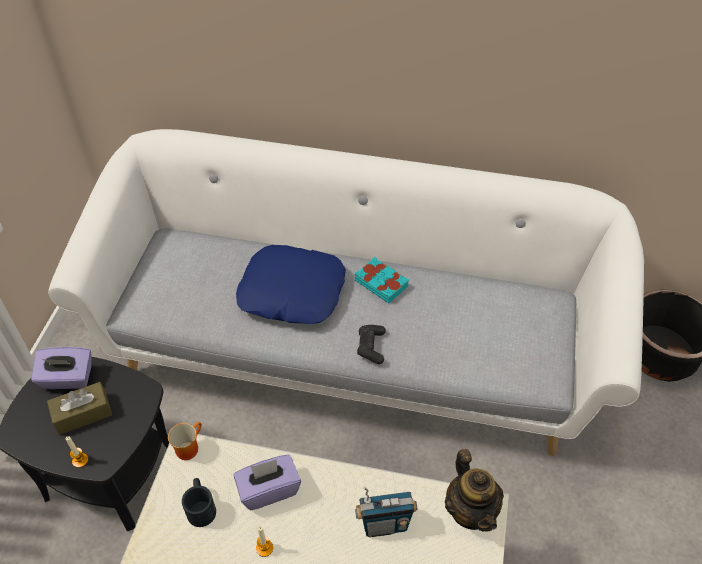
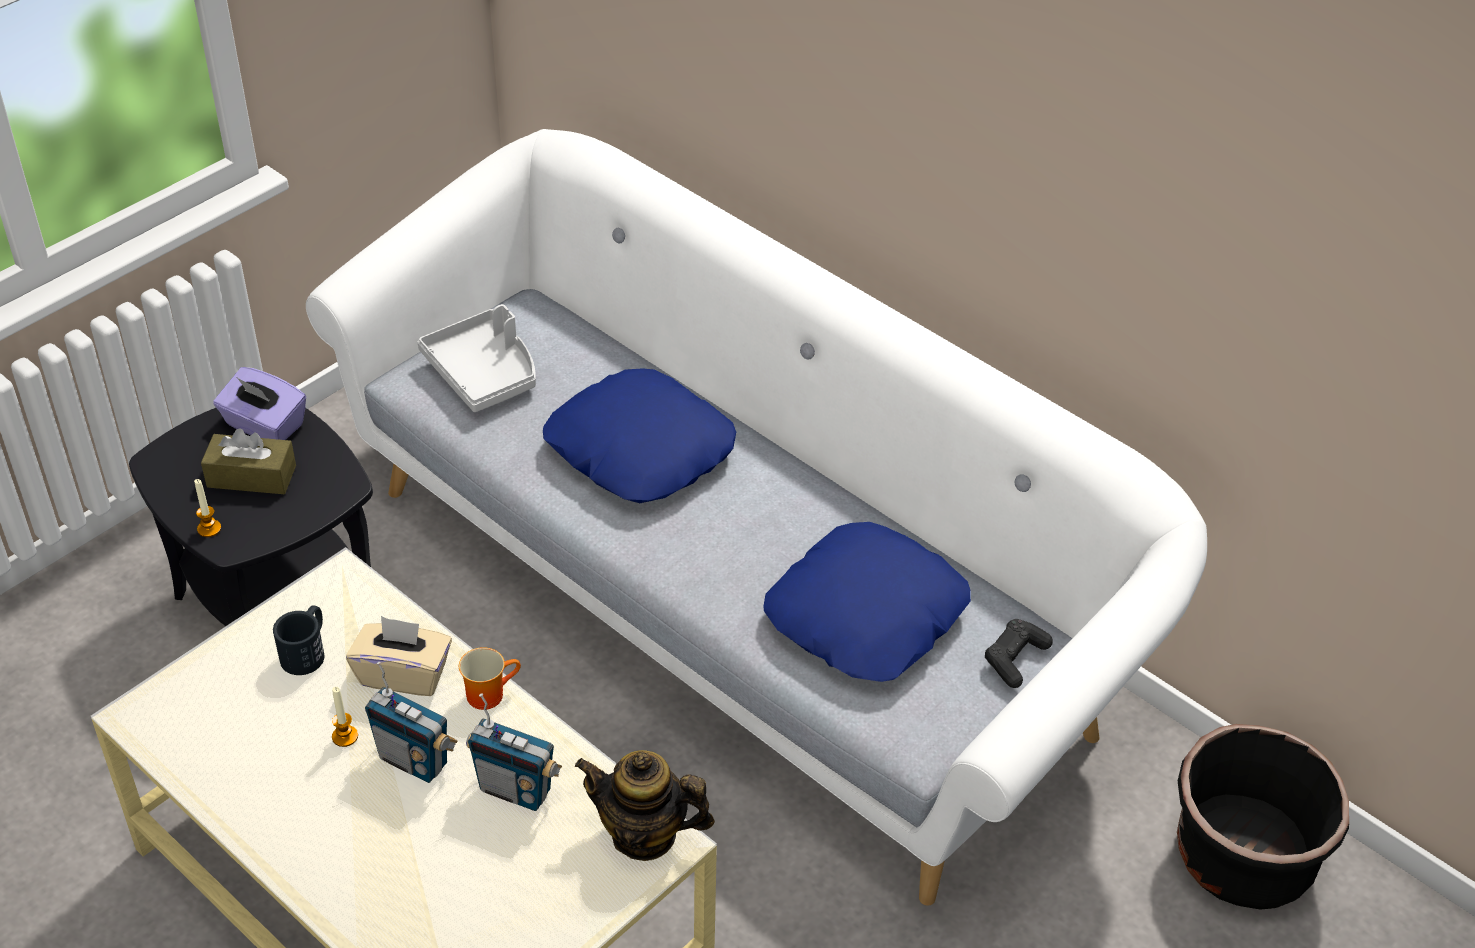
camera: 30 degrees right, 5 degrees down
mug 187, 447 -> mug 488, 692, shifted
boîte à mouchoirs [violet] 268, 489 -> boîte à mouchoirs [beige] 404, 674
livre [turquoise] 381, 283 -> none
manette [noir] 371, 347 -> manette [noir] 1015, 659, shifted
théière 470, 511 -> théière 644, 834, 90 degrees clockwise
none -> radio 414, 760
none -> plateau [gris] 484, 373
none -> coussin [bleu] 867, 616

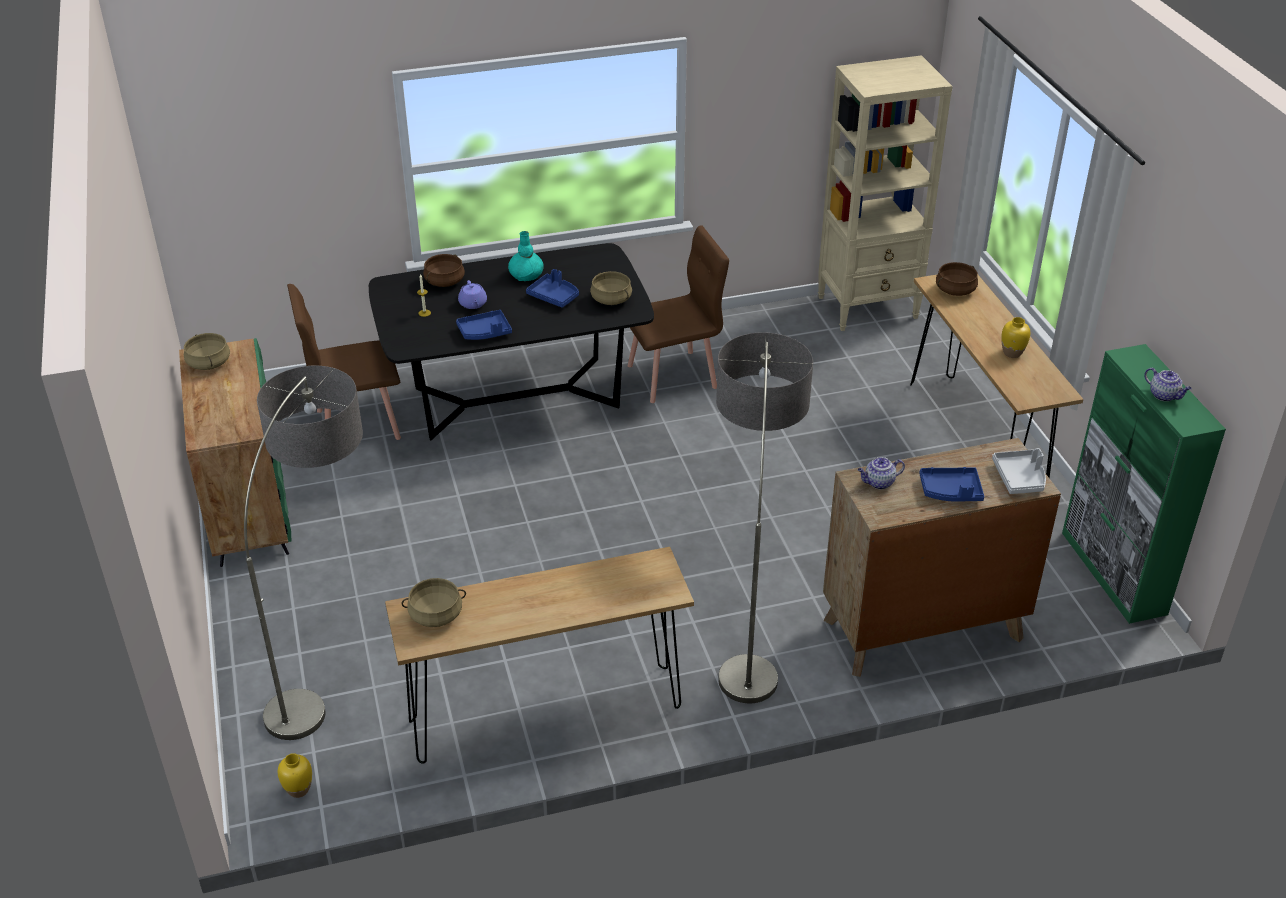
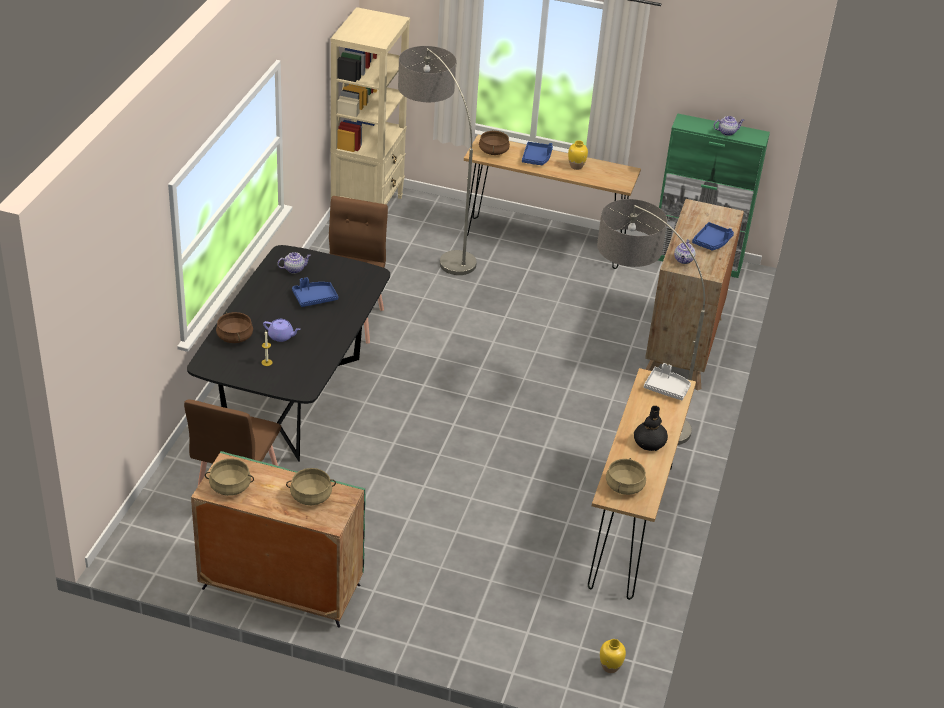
camera: 60 degrees left, 0 degrees up
lampadaire 332, 665 -> lampadaire 432, 242, shifted
plateau [bleu] 485, 332 -> plateau [bleu] 537, 158, shifted
vase [turquoise] 526, 274 -> none
marmite [beige] 611, 299 -> marmite [beige] 311, 496, shifted
plateau [gris] 1020, 478 -> plateau [gris] 666, 388, shifted
none -> théière 294, 269
none -> vase [noir] 649, 443

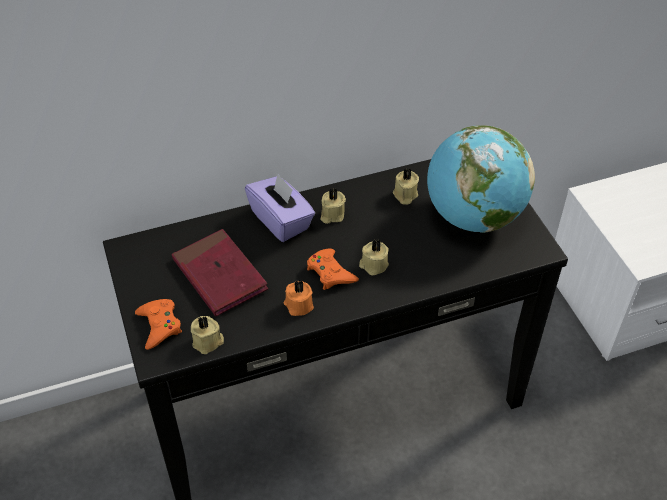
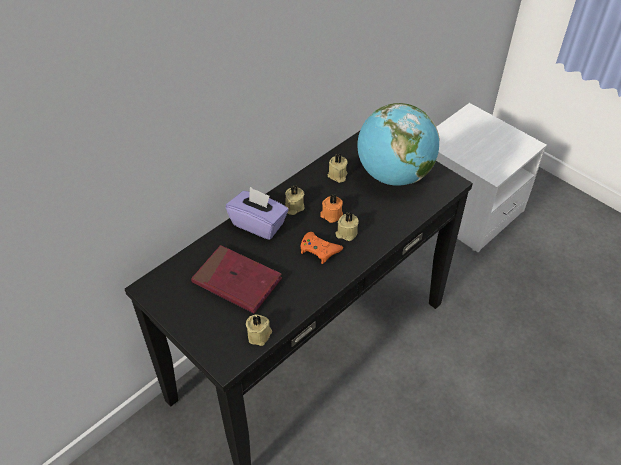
camera: 25 degrees left, 0 degrees up
manette [orange] 159, 326 -> none
bougie [orange] 298, 305 -> bougie [orange] 331, 215, shifted

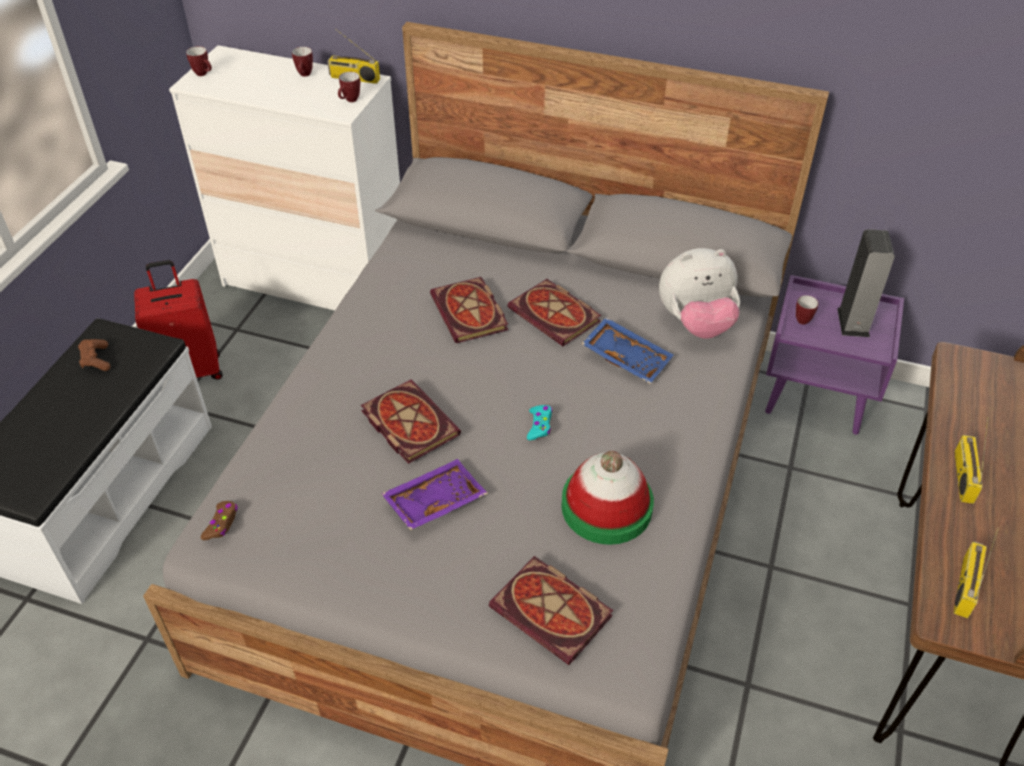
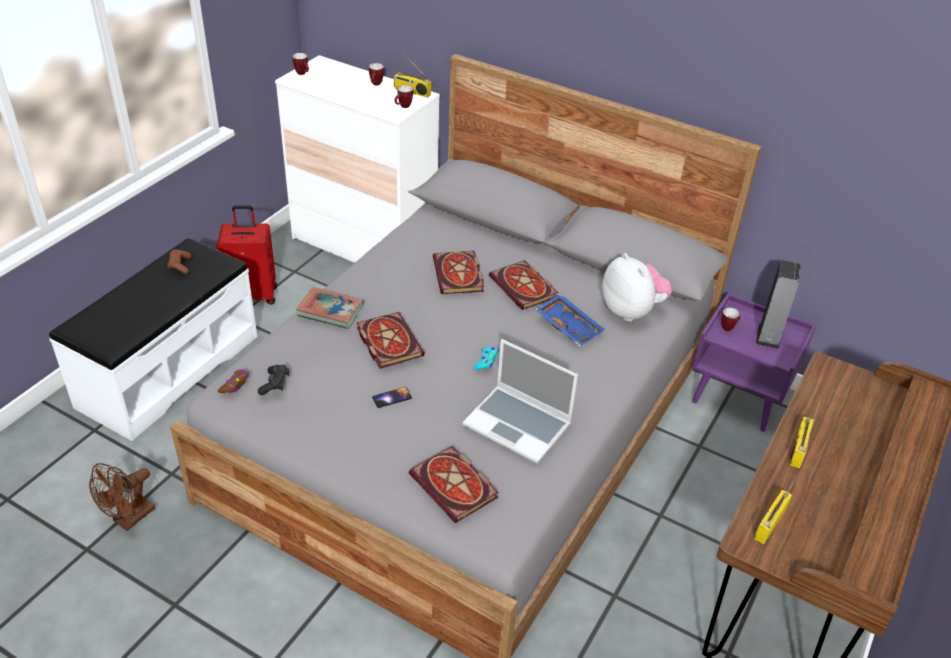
camera: 10 degrees right, 5 degrees down
plateau [violet] 434, 500 -> téléphone 392, 397
chapeau 606, 507 -> ordinateur portable 519, 425
peluche 696, 323 -> peluche 631, 311, 120 degrees counterclockwise
none -> ventilateur [marron] 129, 519
none -> manette [noir] 275, 384
none -> livre 330, 311

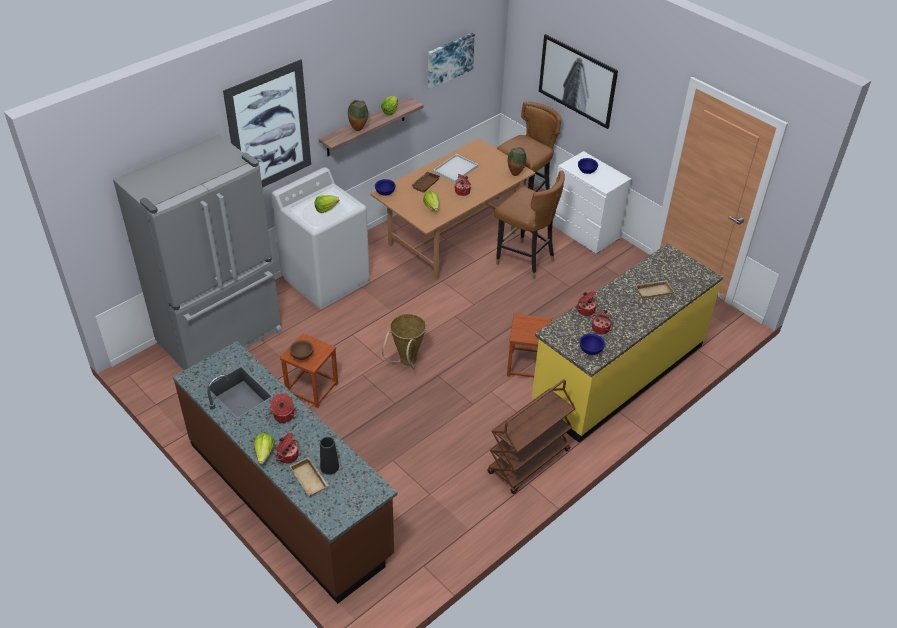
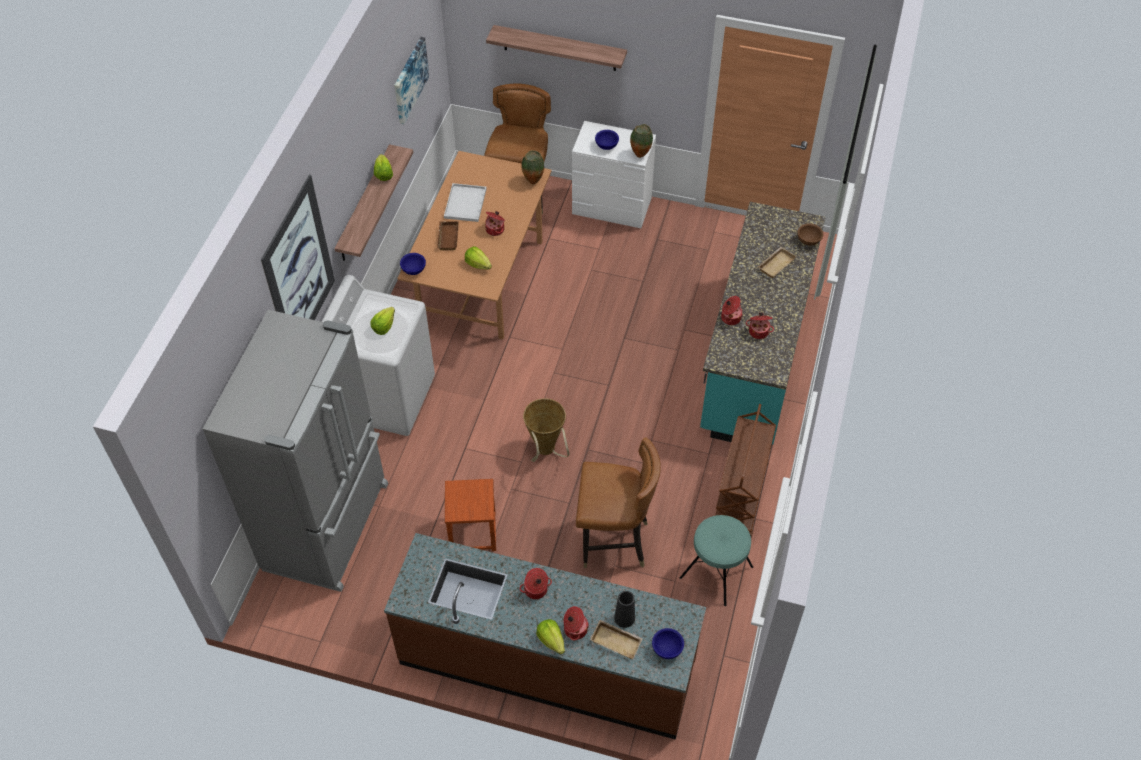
camera: 30 degrees left, 10 degrees up
bol [marron] 302, 356 -> bol [marron] 809, 241, shifted
vase 358, 129 -> vase 640, 155, shifted
chaise [marron] 524, 260 -> chaise [marron] 613, 542, shifted
tabouret [marron] 527, 365 -> none
comptoir de cuisine [jaune] 617, 373 -> comptoir de cuisine [turquoise] 754, 357
tableau 577, 81 -> étagère 559, 48
bol [bleu] 590, 350 -> bol [bleu] 666, 649, shifted
none -> tabouret [turquoise] 716, 572

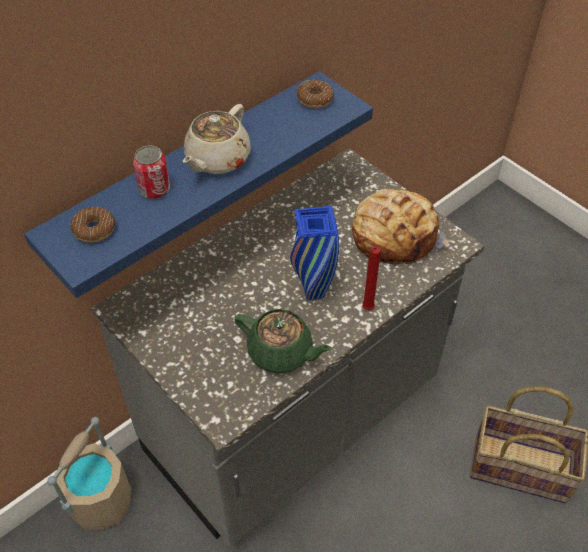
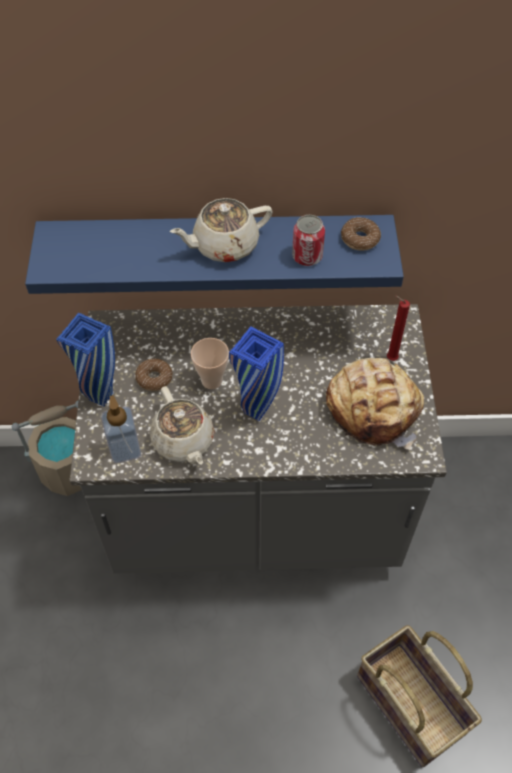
camera: 40 degrees right, 5 degrees up
beignet 94, 229 -> beignet 154, 378, shifted
boîte métallique 155, 189 -> boîte métallique 307, 256, shifted
théière [vert] 281, 352 -> théière [beige] 183, 441
bougie [rouge] 366, 309 -> bougie [rouge] 389, 358, shifted
none -> vase [bleu] 101, 396
none -> distributeur de savon 125, 449
none -> tasse 211, 380

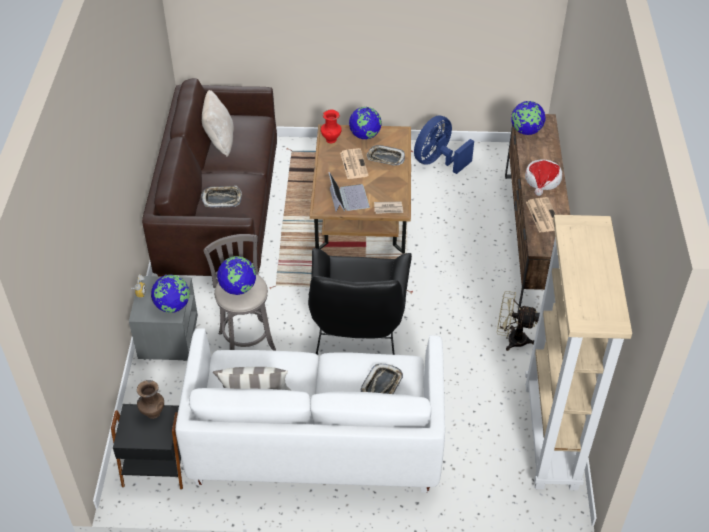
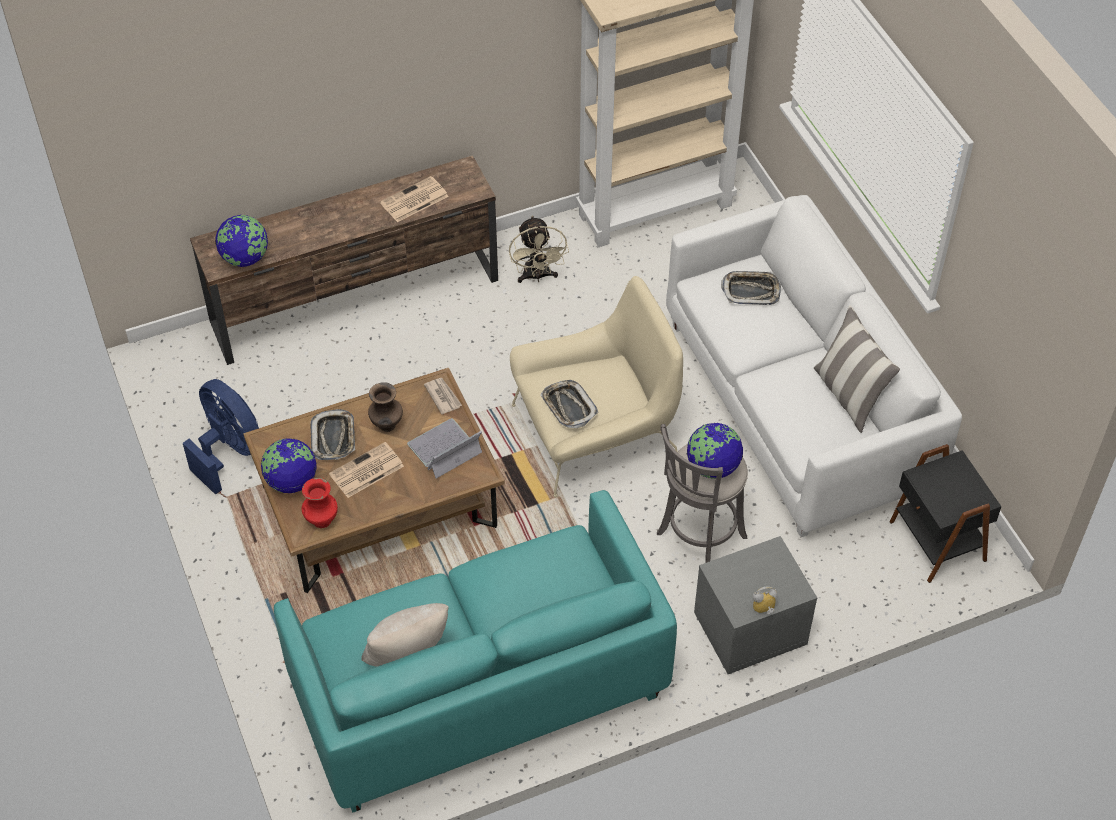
camera: 115 degrees left, 5 degrees up
vase [marron] 152, 413 -> vase [marron] 387, 425, shifted
canapé [marron] 219, 211 -> canapé [turquoise] 478, 687
globe 173, 306 -> none
plateau 222, 199 -> plateau 568, 407, shifted
fauteuil [noir] 358, 320 -> fauteuil [beige] 595, 431
ventilateur [bleu] 438, 161 -> ventilateur [bleu] 229, 451, 150 degrees counterclockwise
chapeau 542, 180 -> none

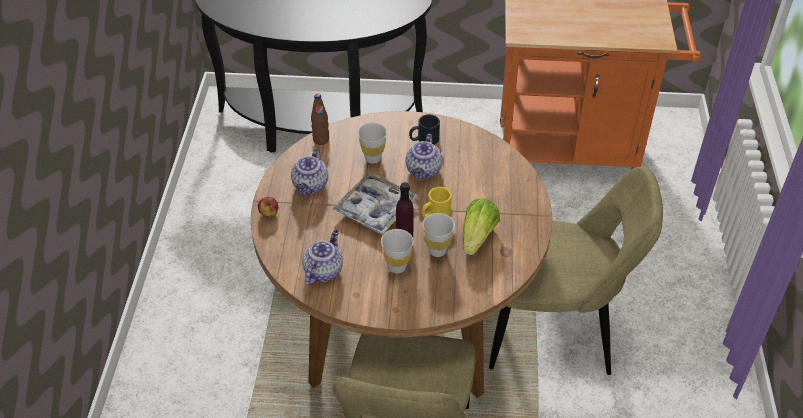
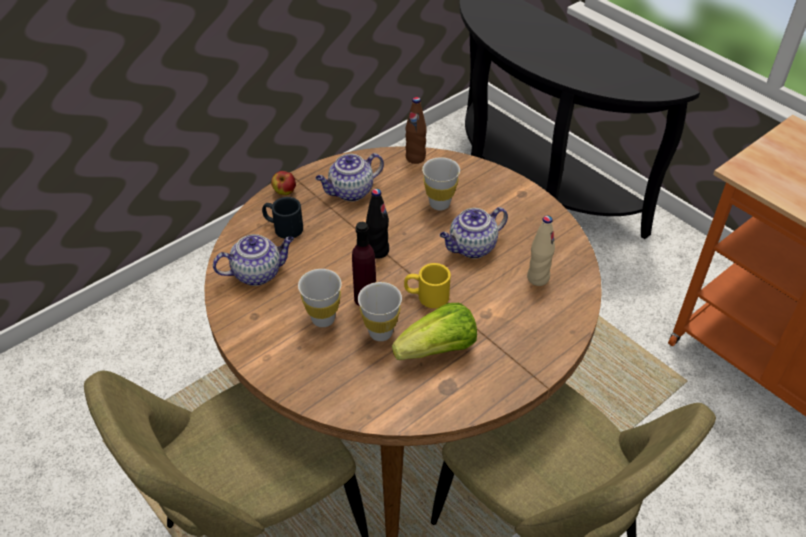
camera: 45 degrees right, 0 degrees up
plateau 375, 209 -> bouteille [noir] 378, 251
mug [noir] 424, 139 -> mug [noir] 283, 227, shifted
none -> bouteille [beige] 538, 278

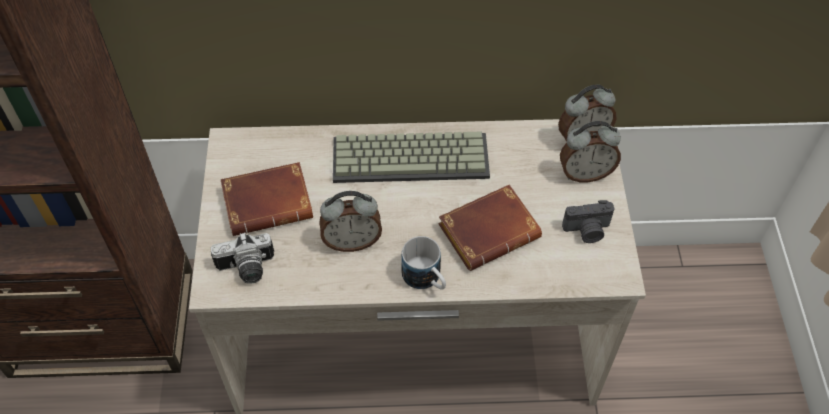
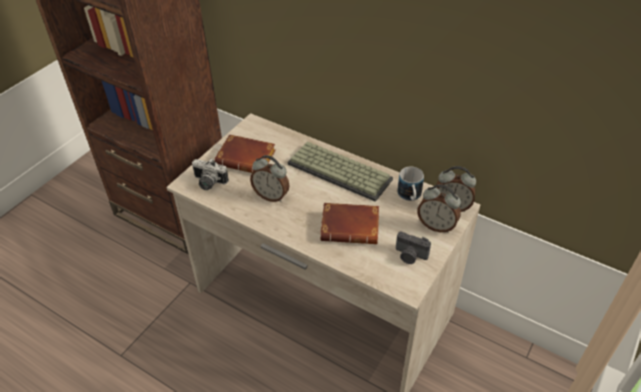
camera: 35 degrees right, 10 degrees down
mug 426, 280 -> mug 410, 197, shifted

